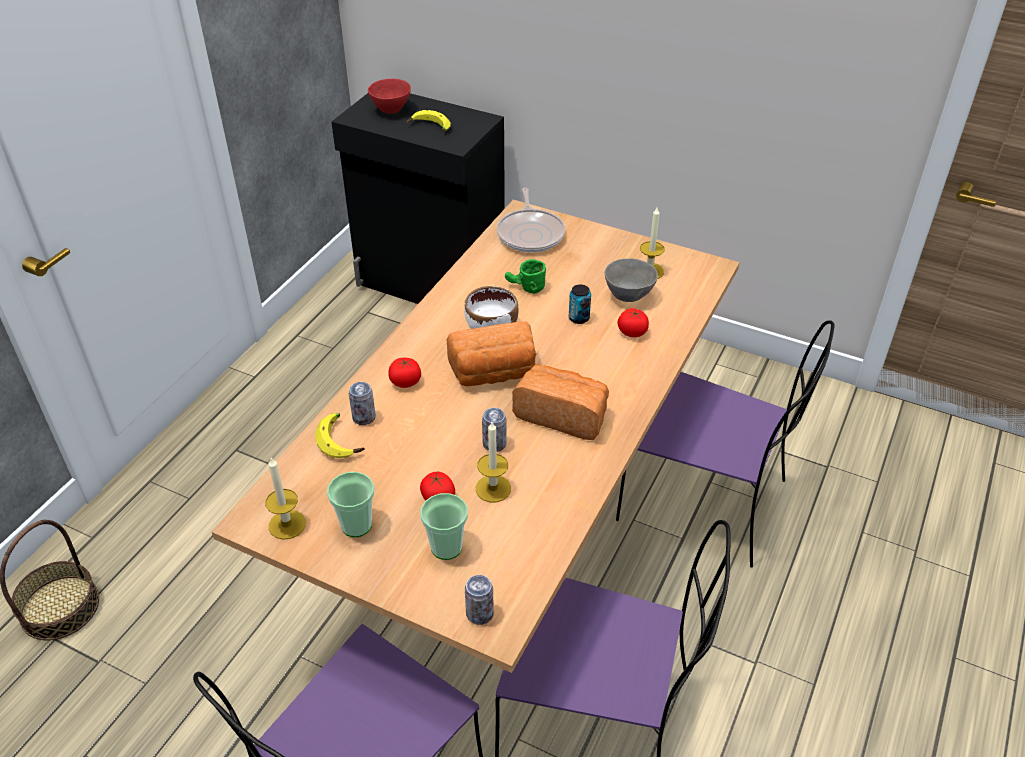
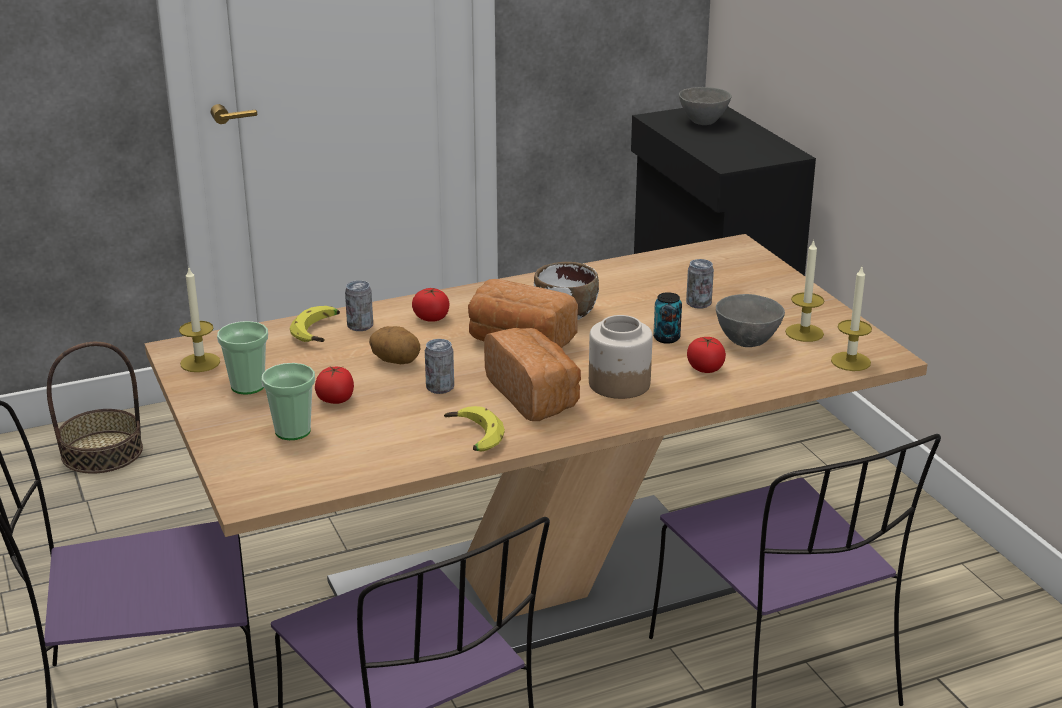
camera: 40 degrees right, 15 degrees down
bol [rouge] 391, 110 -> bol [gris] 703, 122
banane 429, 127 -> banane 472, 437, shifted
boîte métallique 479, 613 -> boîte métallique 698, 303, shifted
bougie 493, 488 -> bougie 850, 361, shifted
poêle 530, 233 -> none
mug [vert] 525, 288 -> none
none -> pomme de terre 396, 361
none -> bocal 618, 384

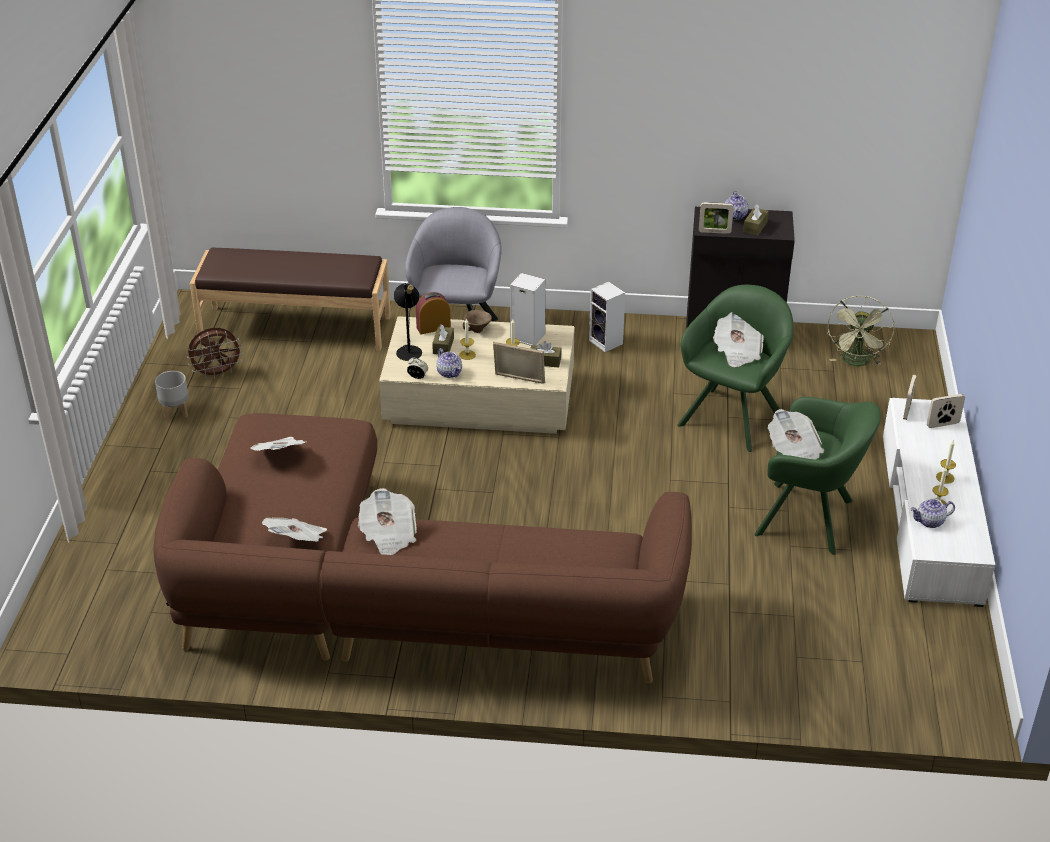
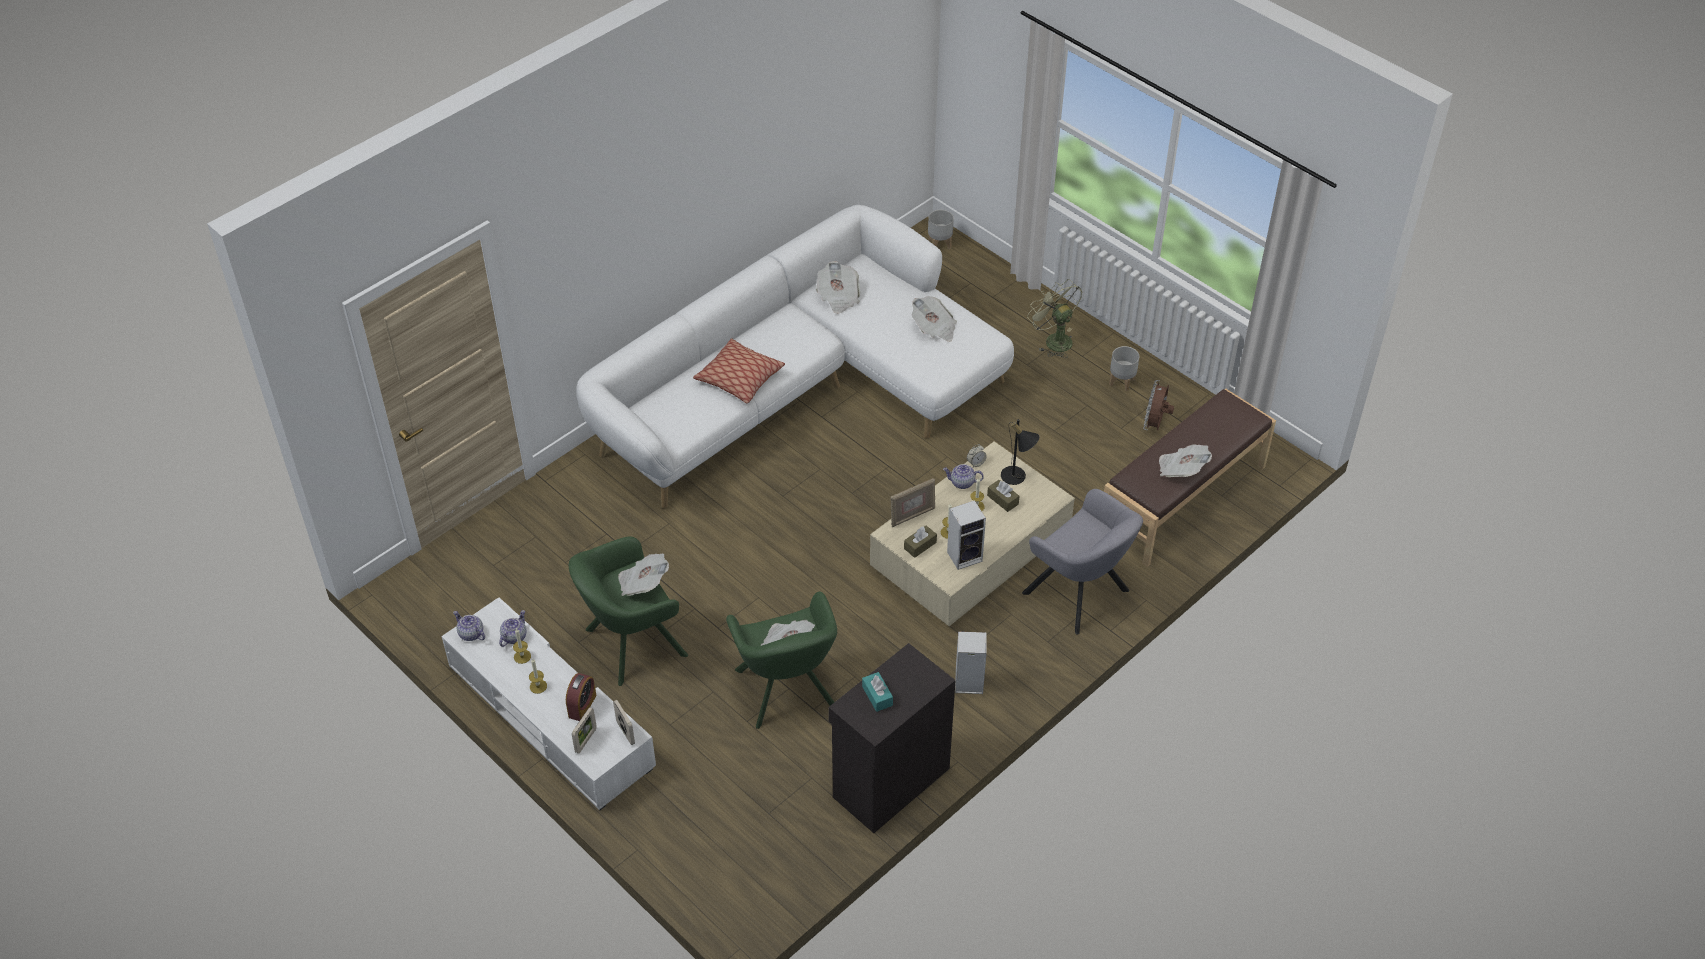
camera: 130 degrees right, 10 degrees up
canapé [marron] 396, 599 -> canapé [blanc] 800, 389
journal 388, 535 -> journal 1181, 470, shifted
réveil 433, 327 -> réveil 582, 706, shifted
bol [marron] 477, 330 -> none
cadre photo 714, 232 -> none
théière 735, 215 -> théière 470, 634, shifted
boîte à mouchoirs [marron] 755, 227 -> boîte à mouchoirs [turquoise] 877, 696
ventilateur [vert] 856, 362 -> ventilateur [vert] 1054, 340, shifted
none -> coussin 739, 378
none -> cache-pot [gris] 940, 244

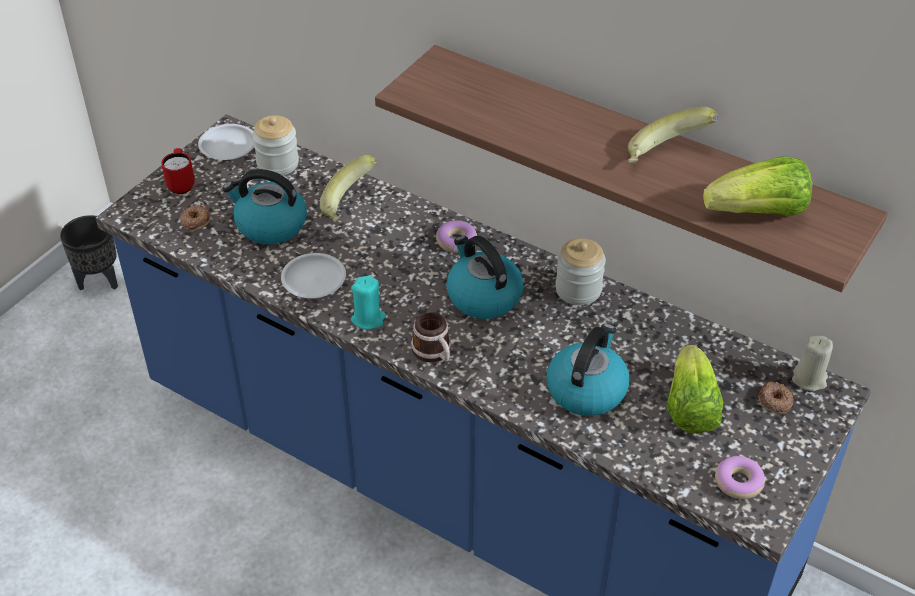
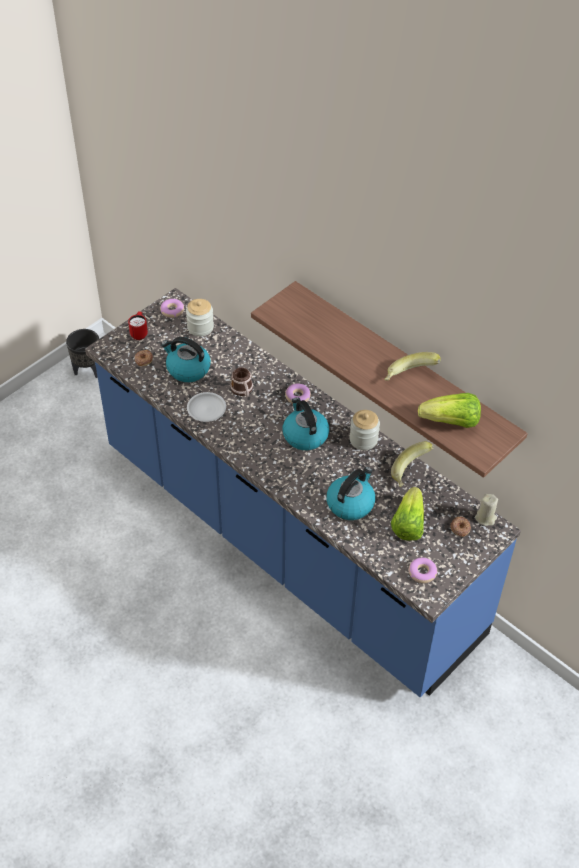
camera: 10 degrees right, 5 degrees up
assiette [blanc] 228, 146 -> beignet 172, 311
banane 350, 205 -> banane 411, 473, shifted
bougie [turquoise] 368, 319 -> none
mug 434, 353 -> mug 243, 391, shifted

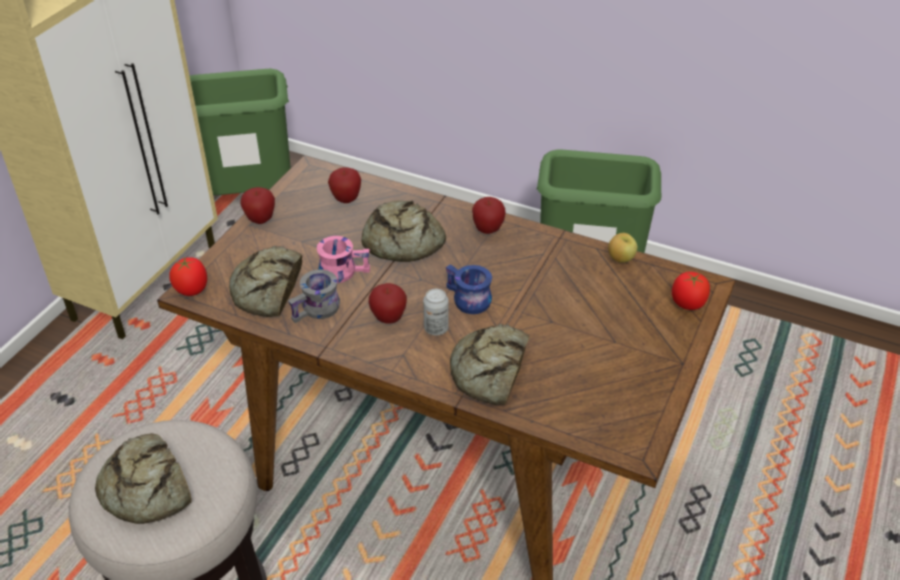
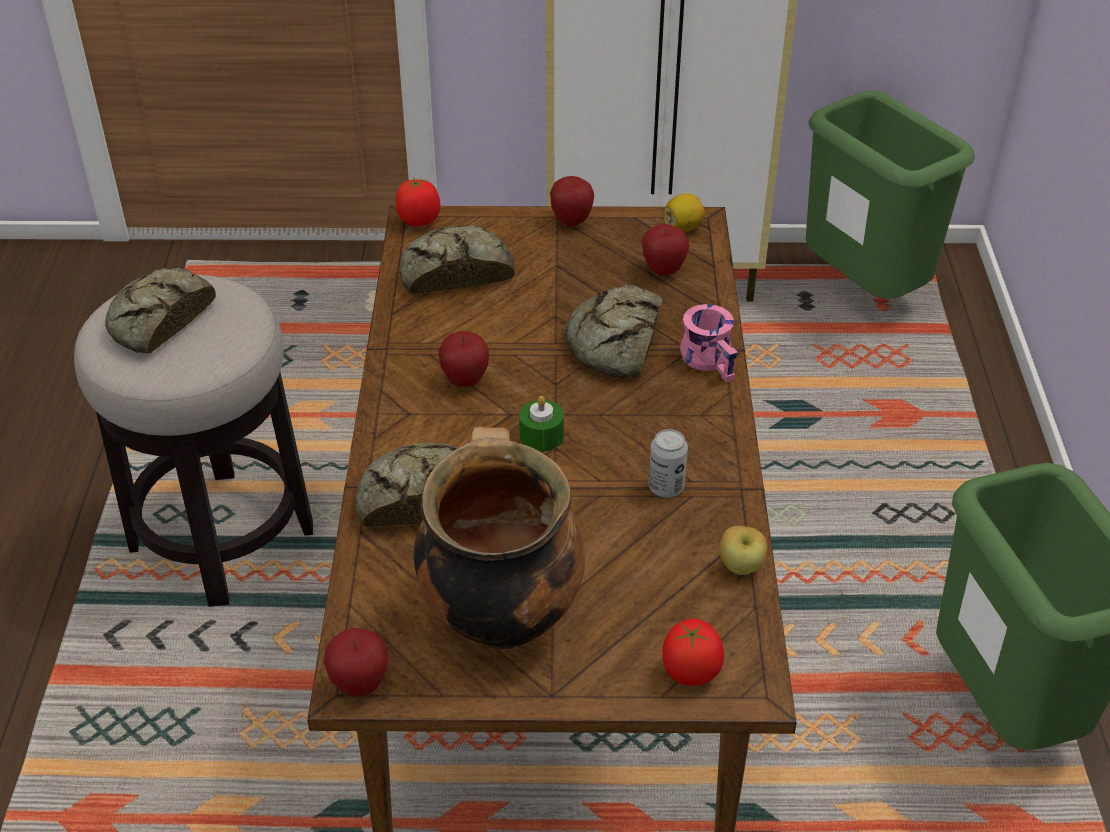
camera: 65 degrees right, 0 degrees up
mug [gris] 318, 311 -> none
mug [rose] 343, 270 -> mug [rose] 713, 359, shifted
boîte métallique 436, 328 -> boîte métallique 666, 487, shifted
mug [bleu] 466, 300 -> bougie [vert] 541, 436
pomme 488, 230 -> pomme 360, 684, shifted
none -> marmite 500, 613
none -> citron 683, 228

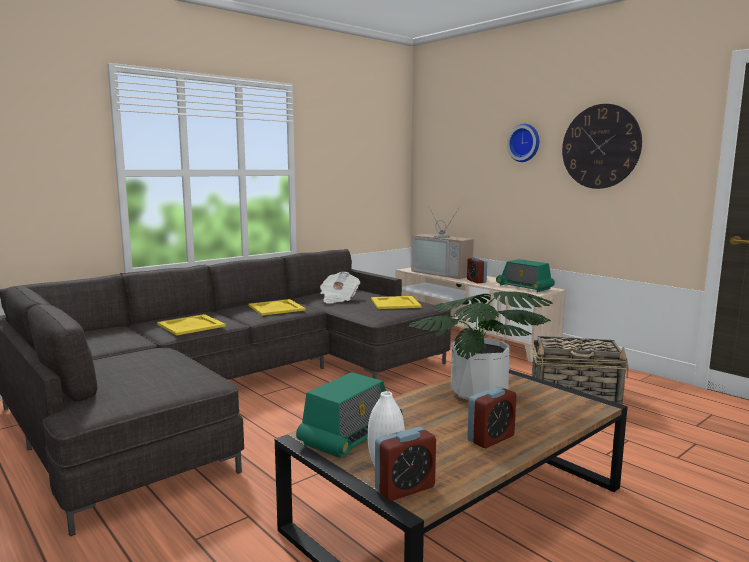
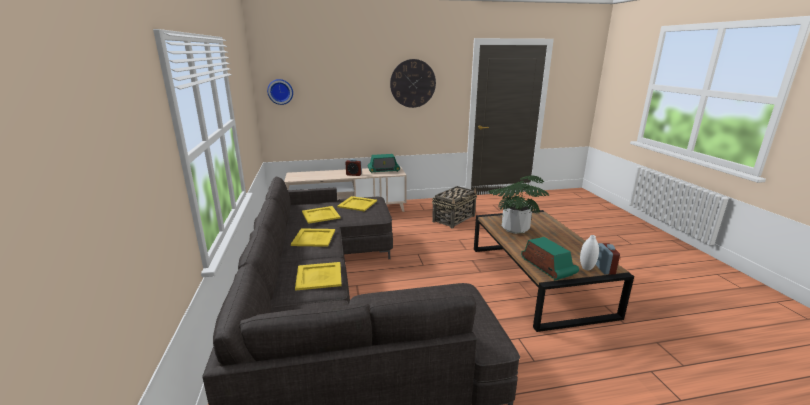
camera: 60 degrees left, 10 degrees up
journal 338, 299 -> plateau [jaune] 321, 215
téléviseur 444, 273 -> none
réveil 491, 438 -> none
horloge murale 525, 143 -> horloge murale 280, 91, shifted

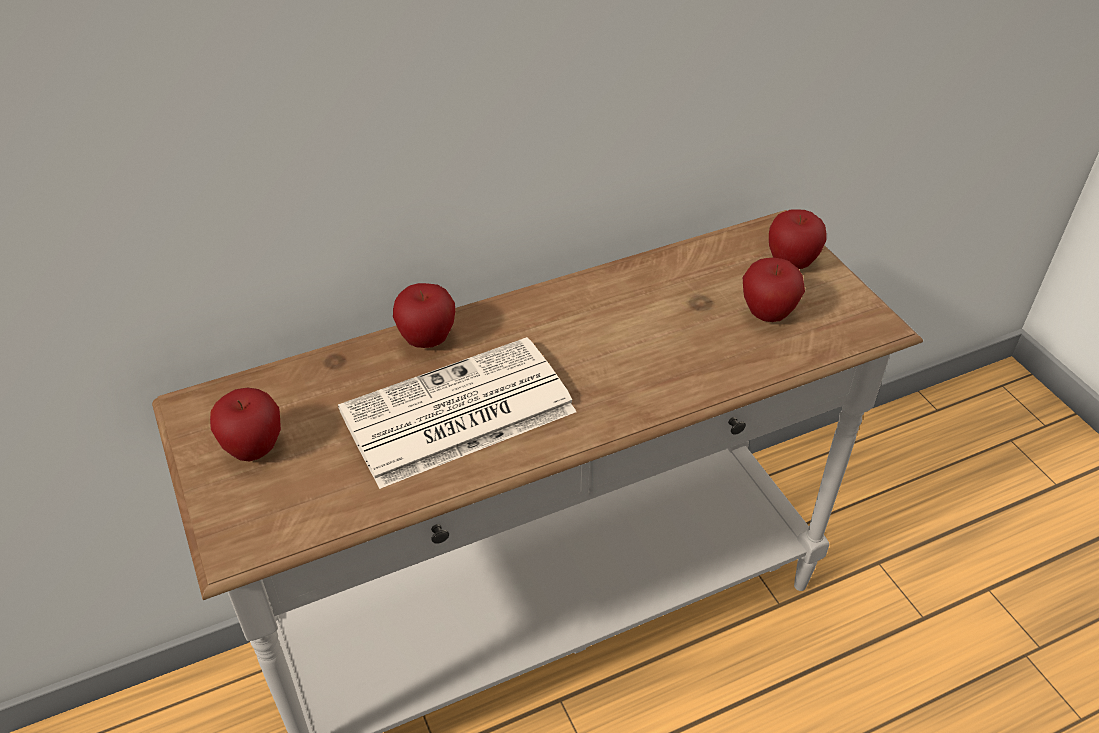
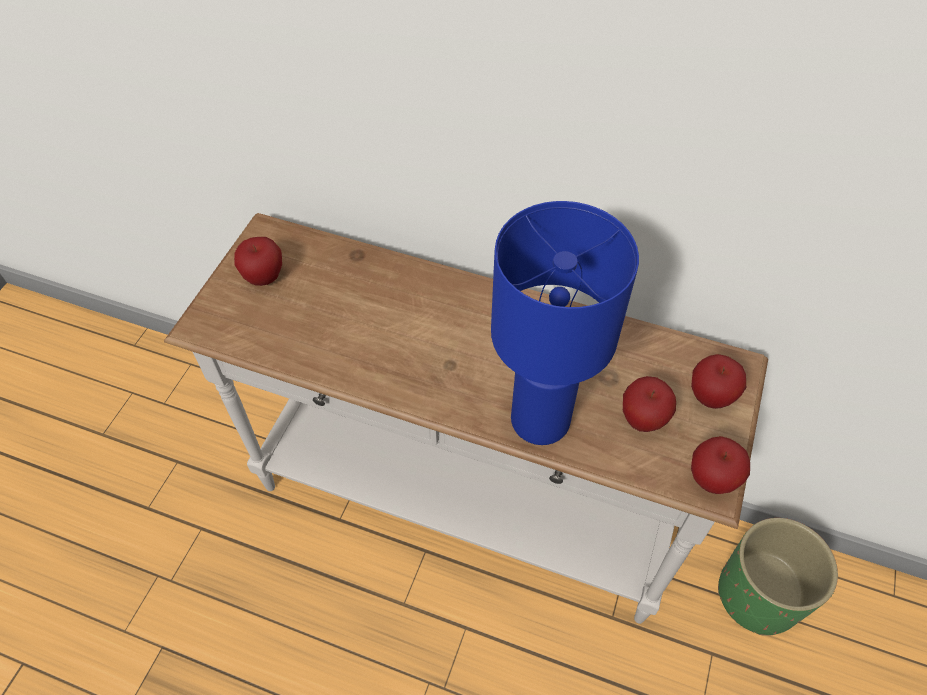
camera: 45 degrees right, 10 degrees up
journal 455, 414 -> none
pomme 427, 340 -> pomme 711, 480, shifted
none -> lampe de table [bleu] 540, 418
none -> cache-pot [vert] 758, 595

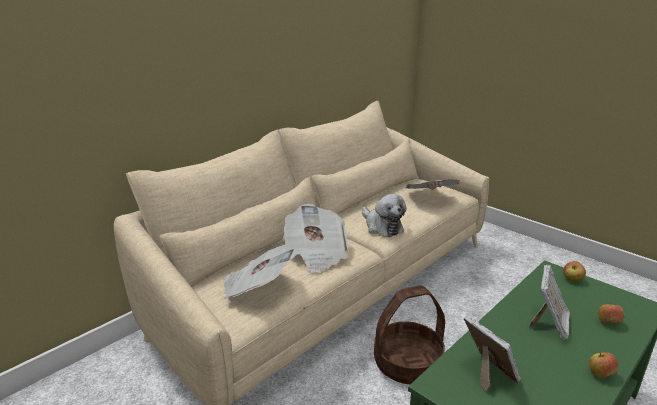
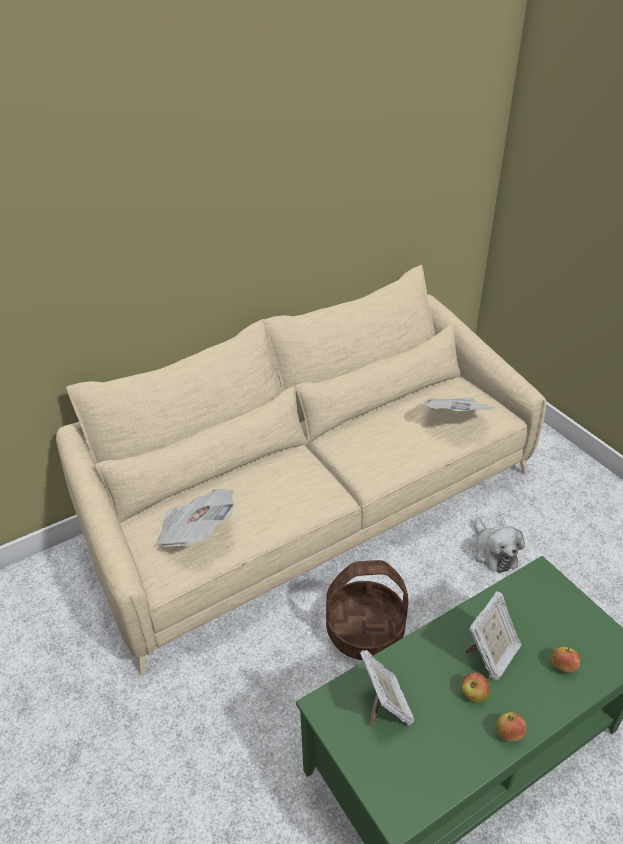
camera: 15 degrees right, 15 degrees up
journal 316, 253 -> none
peluche 382, 227 -> peluche 494, 552, shifted
pomme 572, 279 -> pomme 473, 694, shifted

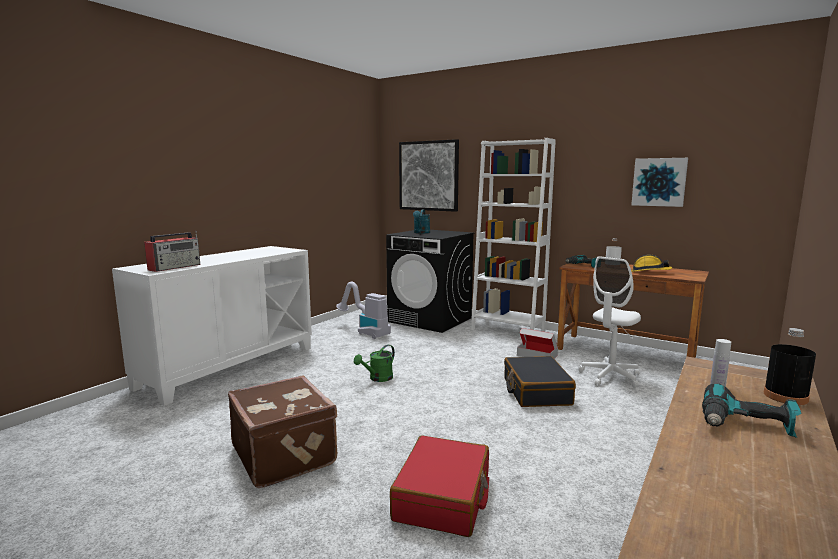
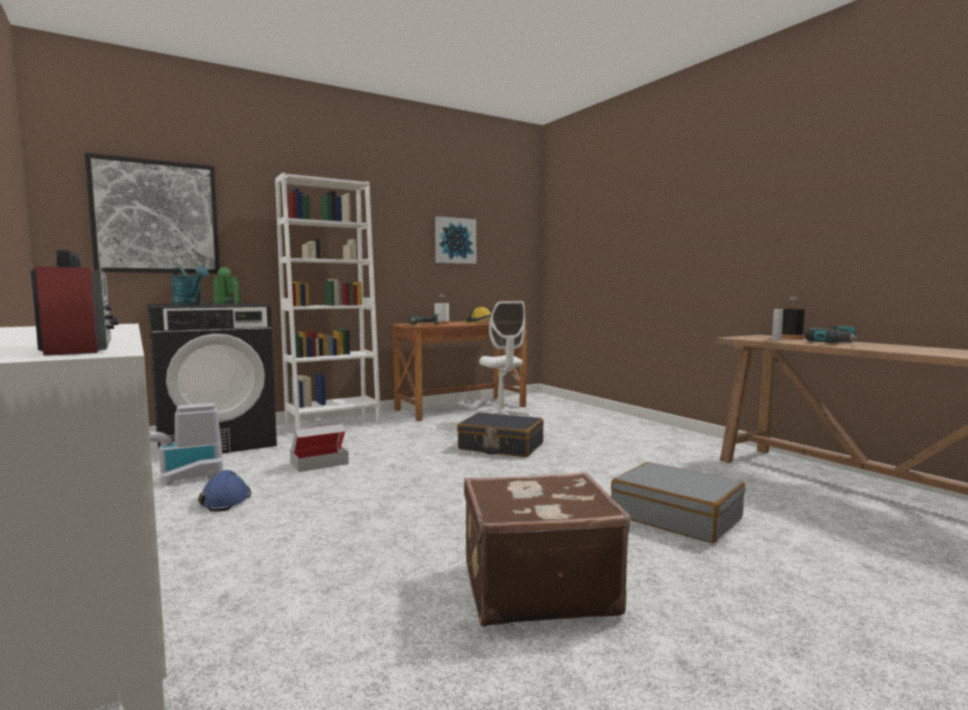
camera: 65 degrees left, 5 degrees down
arrosoir [vert] 378, 378 -> arrosoir [vert] 227, 303, shifted
valise [rouge] 443, 498 -> valise [gris] 676, 517
carton 537, 355 -> carton 319, 463, shifted
none -> casque de chantier [bleu] 226, 501

